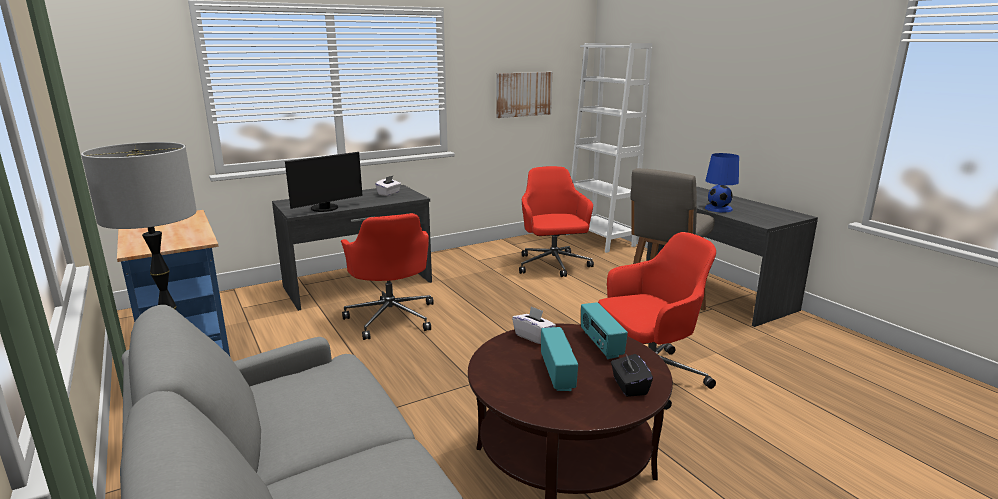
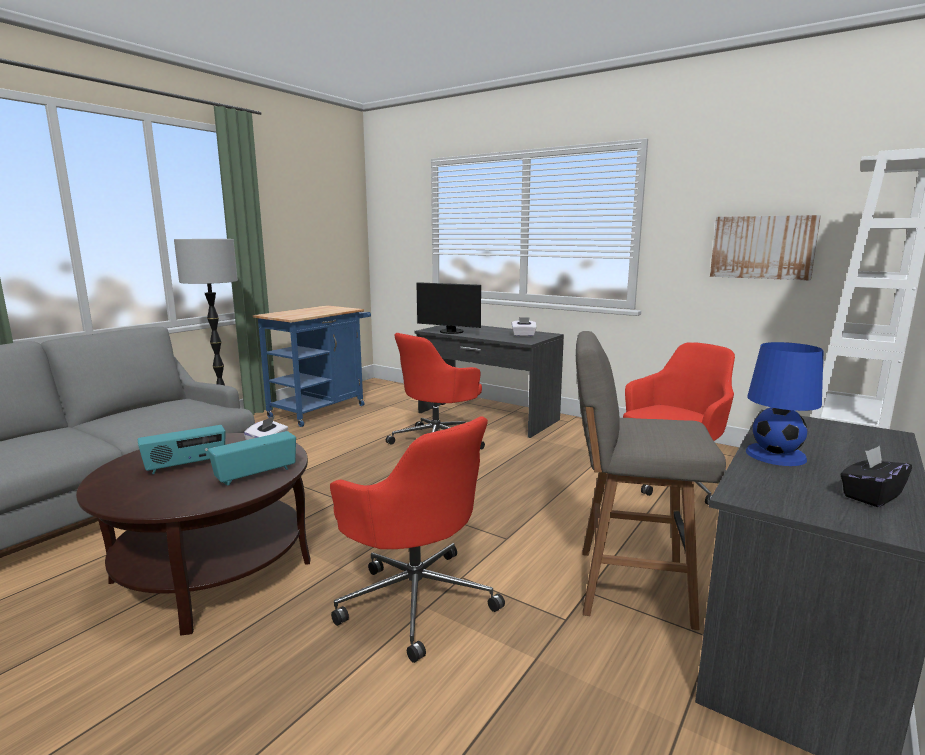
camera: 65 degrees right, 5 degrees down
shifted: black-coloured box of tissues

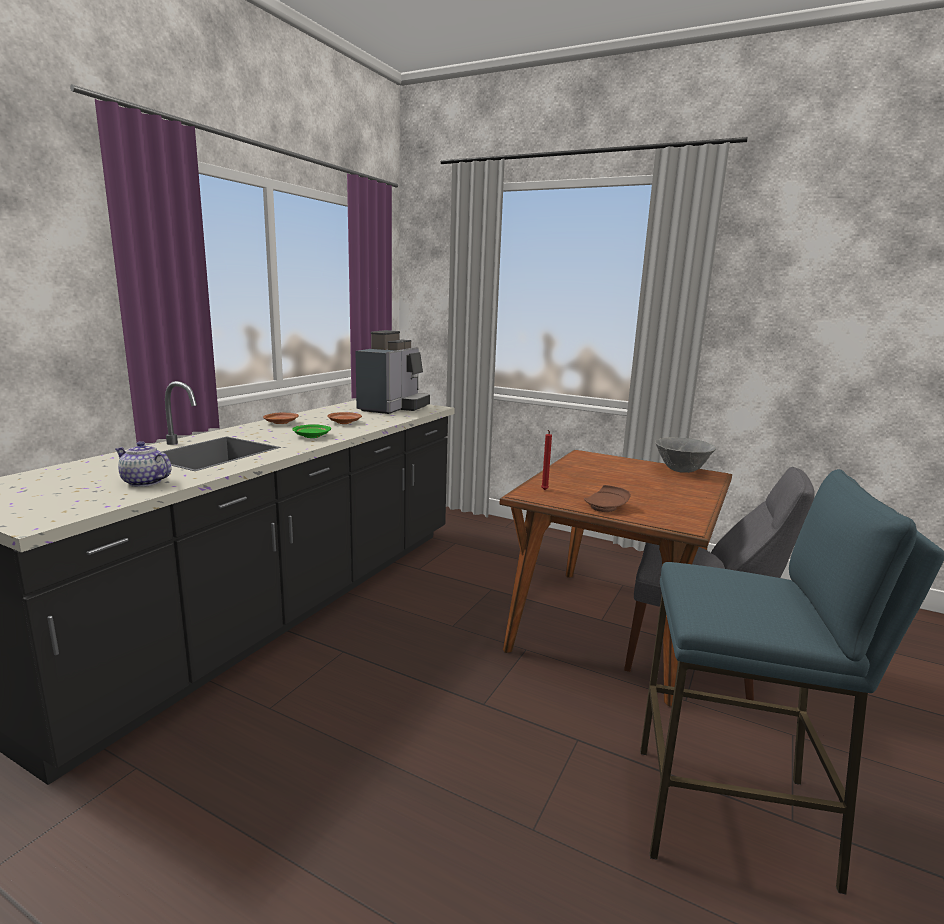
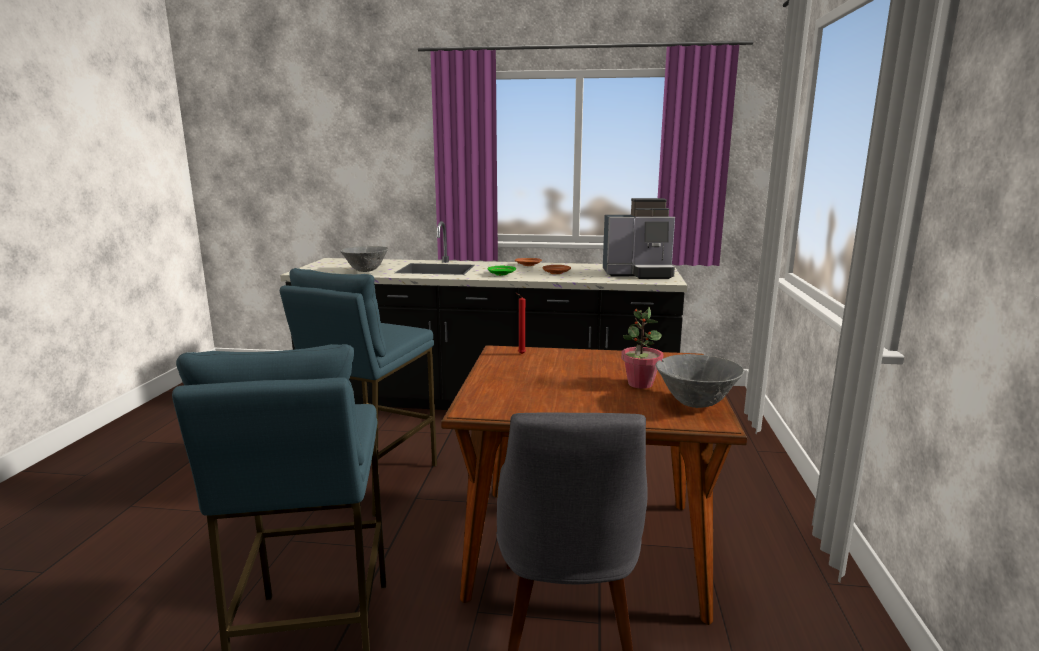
camera: 70 degrees right, 0 degrees up
gone: brown-coloured flat dish (no. 3 from left)
new: blue sitting stool (no. 2 from left); plant in a pot
swapped: tea pot to gray deep dish (no. 1 from left)

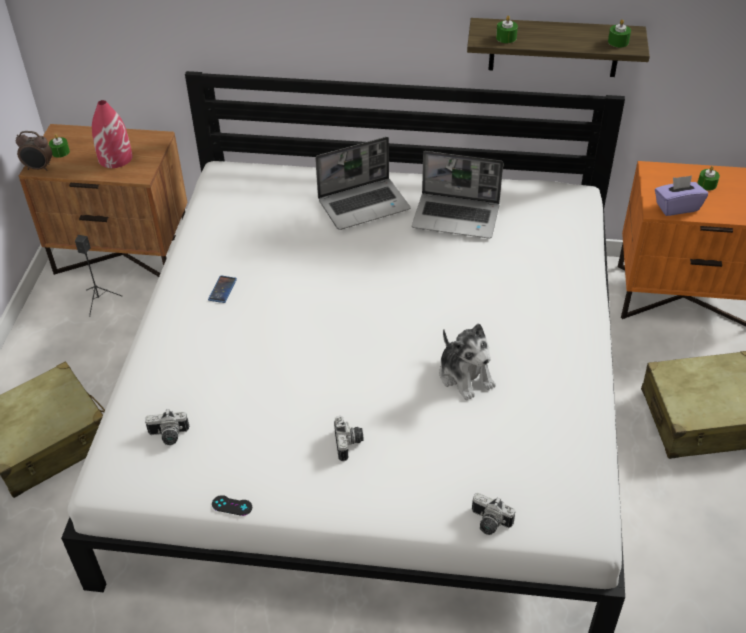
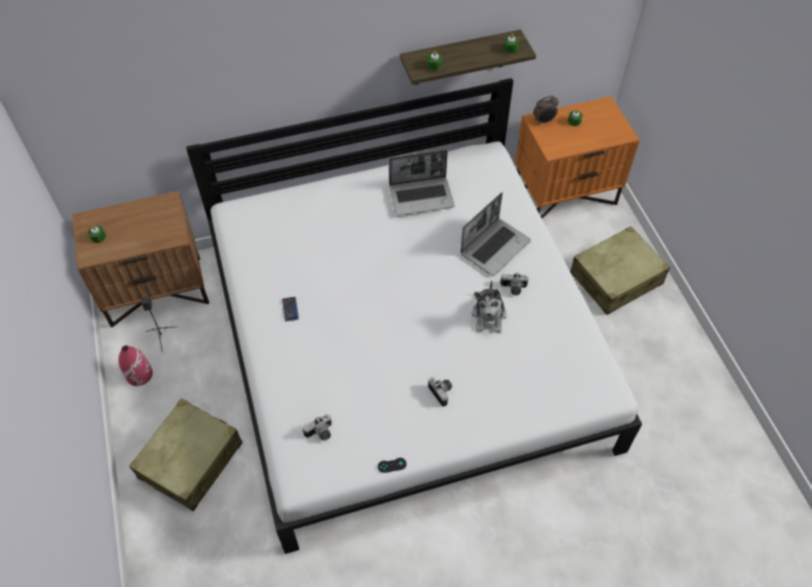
camera: 25 degrees left, 10 degrees up
gone: purple-coloured box of tissues
shifted: red-coloured flower vase; bedside clock; laptop (no. 1 from left in the first image) to laptop (no. 2 from left); photo camera (no. 3 from left)
rotated: cuddly toy 60 degrees clockwise

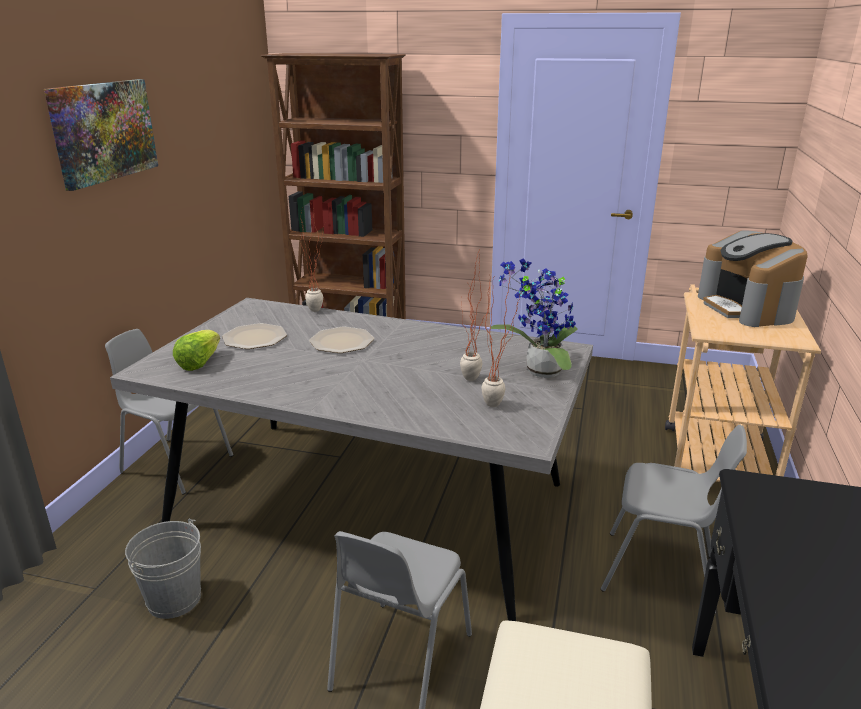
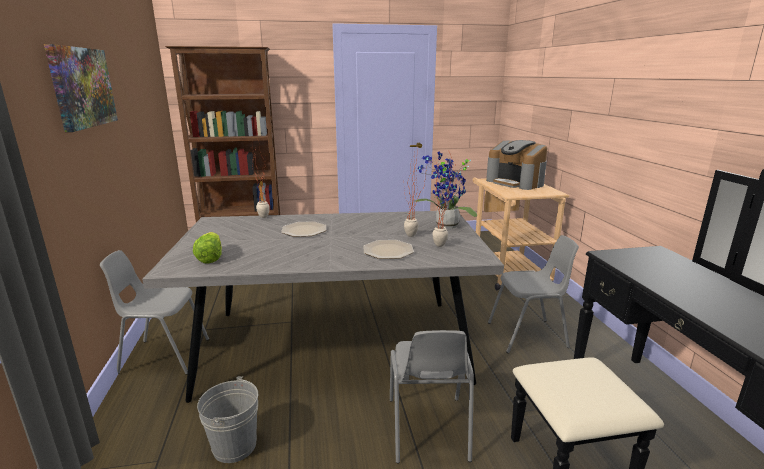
camera: 25 degrees left, 5 degrees down
shifted: flat dish (no. 1 from left in the first image) to flat dish (no. 2 from left)

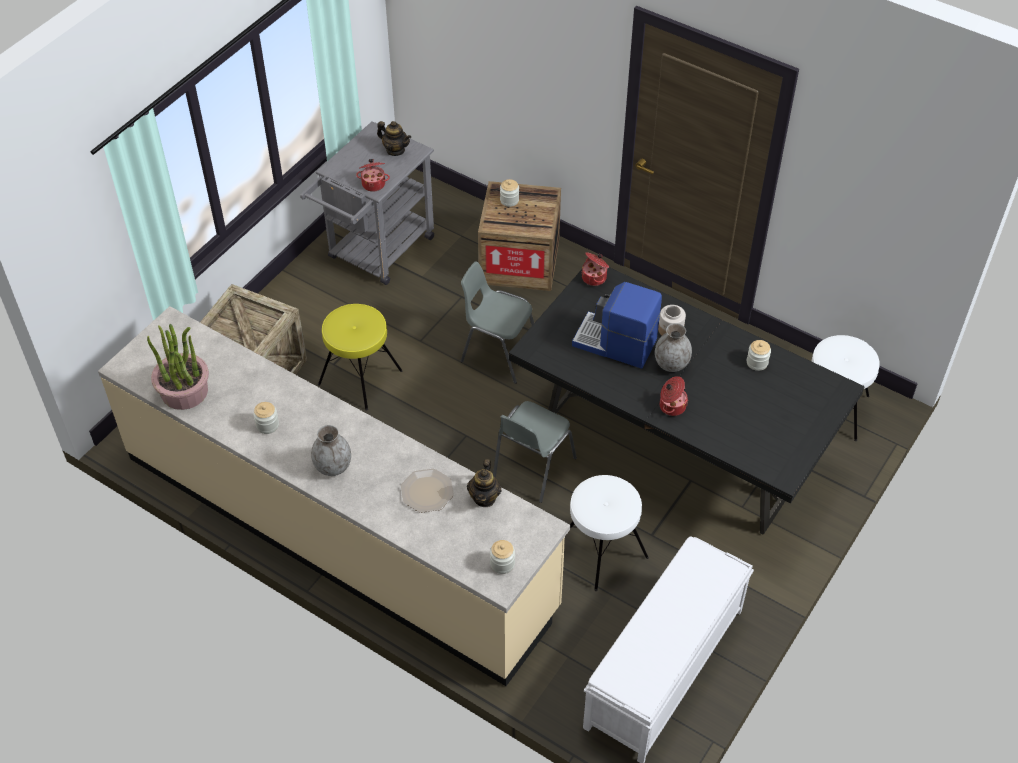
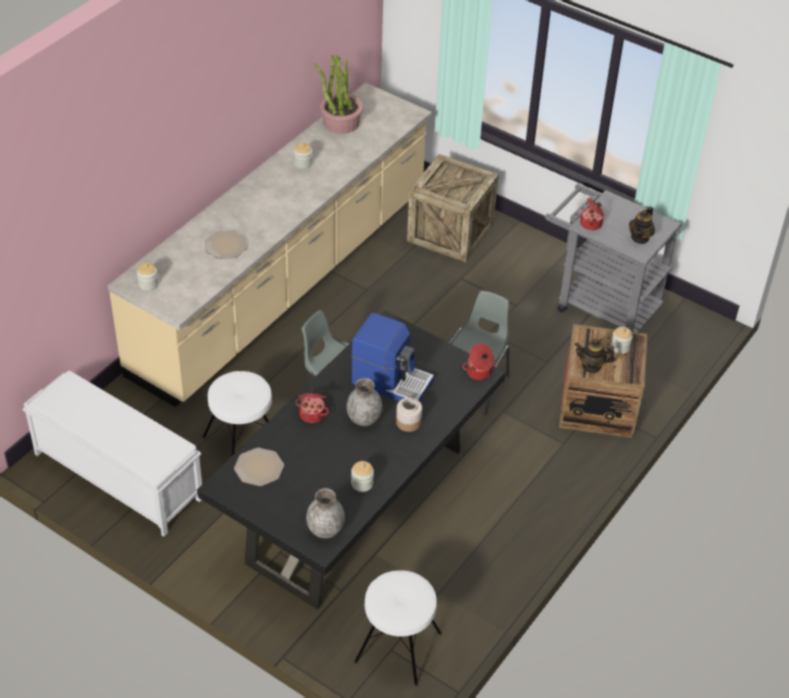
camera: 90 degrees right, 5 degrees down
gone: yellow-coloured sitting stool
new: flat dish (no. 2 from left)
shifted: gray flower vase (no. 1 from left); tea pot (no. 2 from left in the first image) to tea pot (no. 1 from left)
rotated: coffee maker 90 degrees clockwise

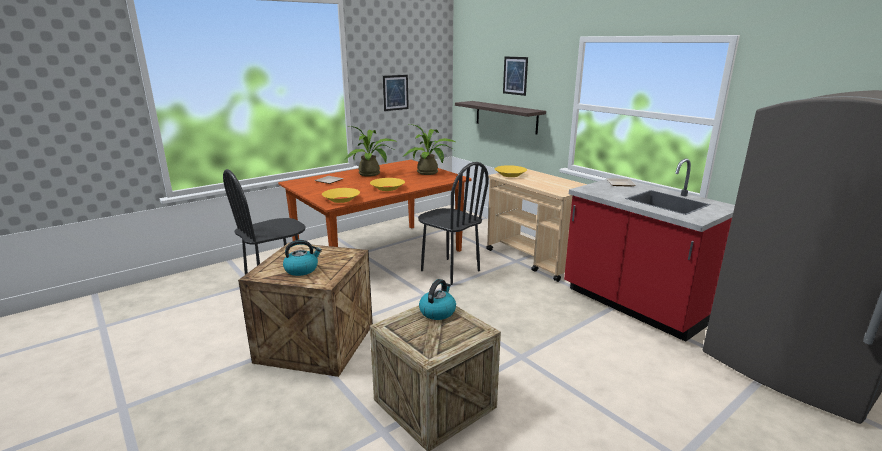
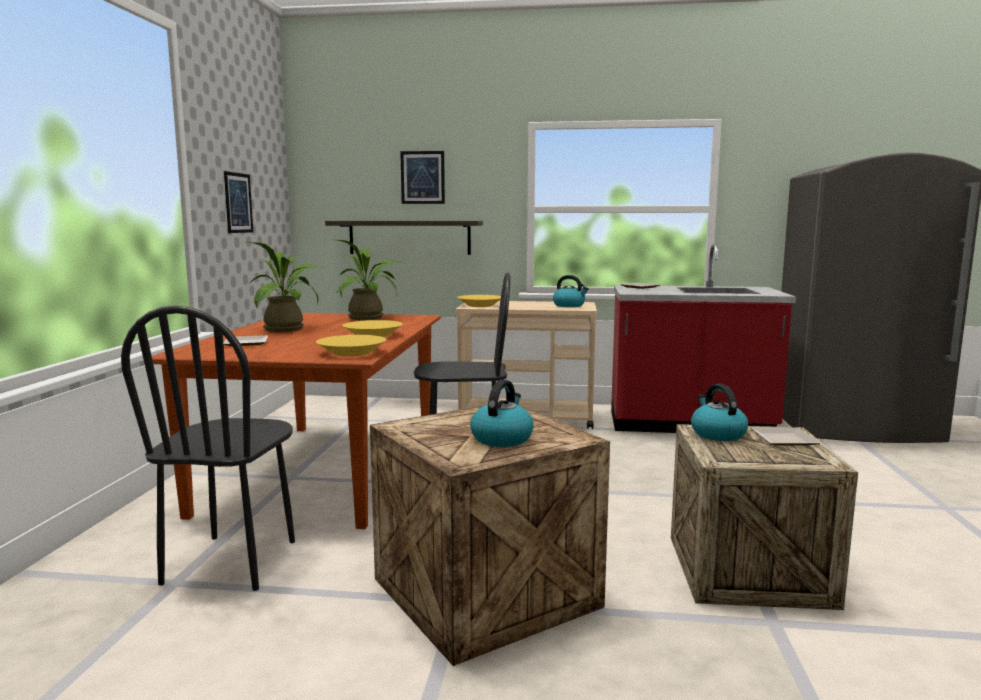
camera: 45 degrees left, 10 degrees down
new: tea kettle (no. 2 from left); flat dish (no. 3 from left)

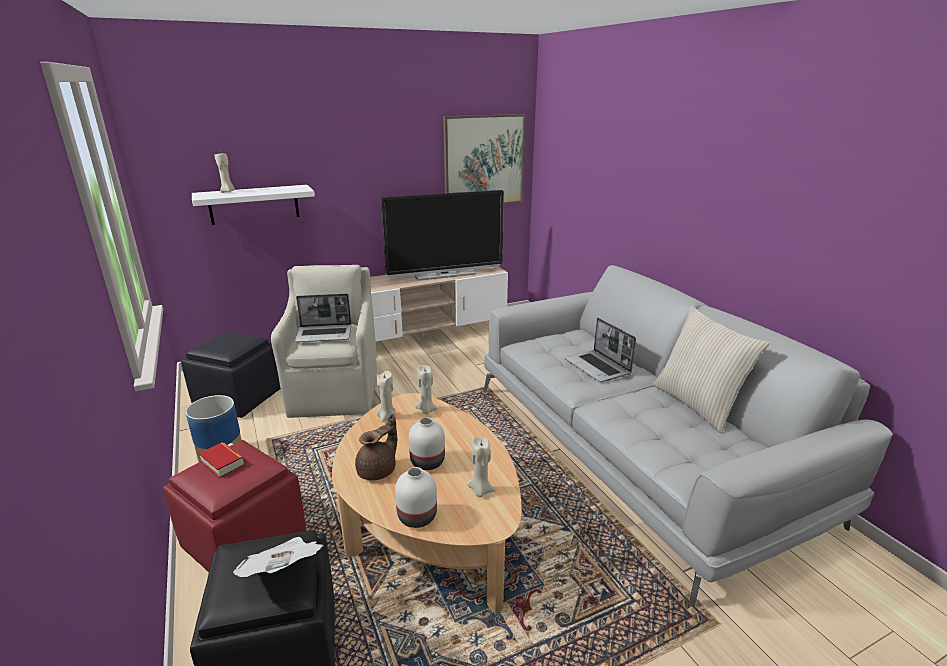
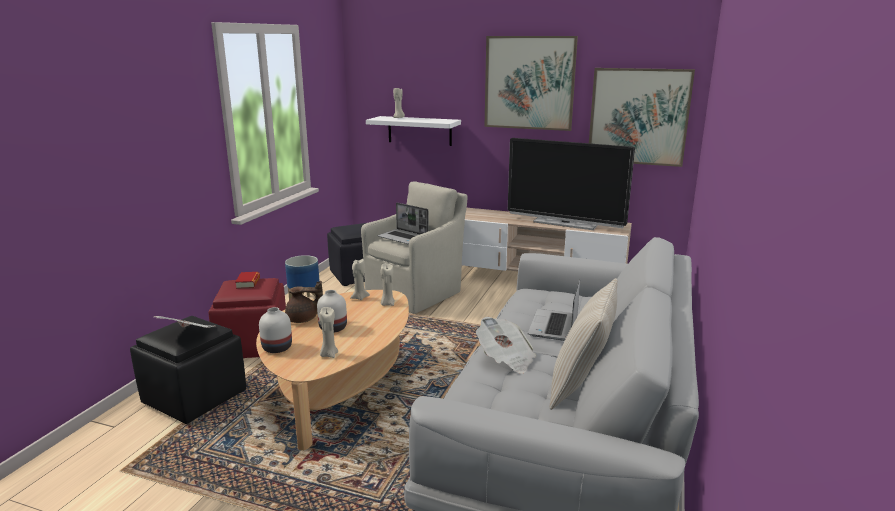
camera: 45 degrees right, 5 degrees down
new: picture (no. 1 from left); printed paper (no. 2 from left)

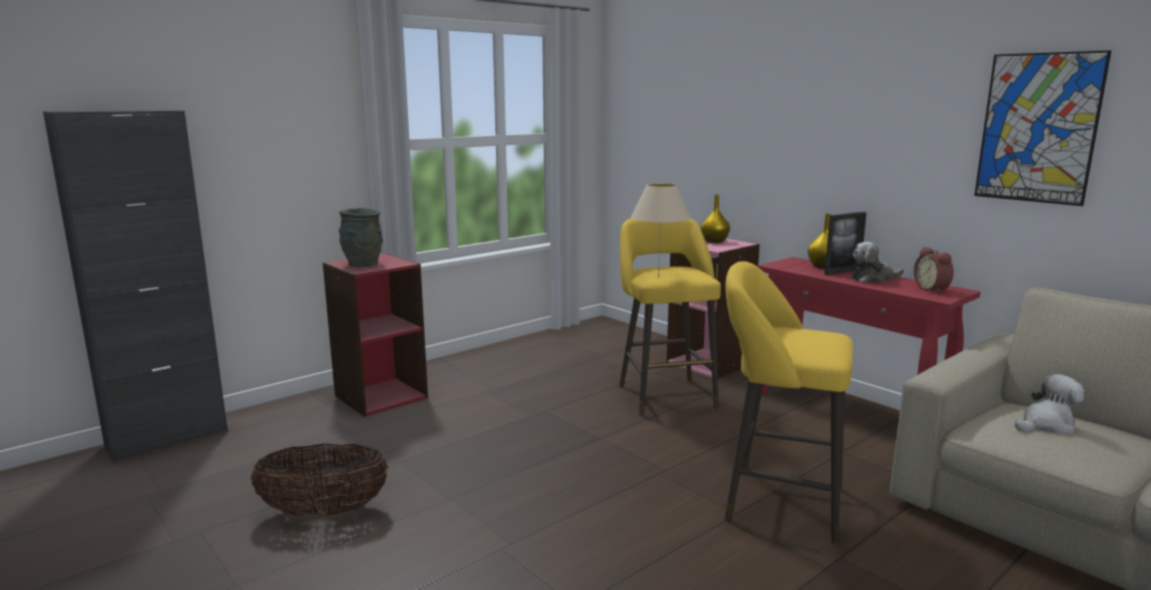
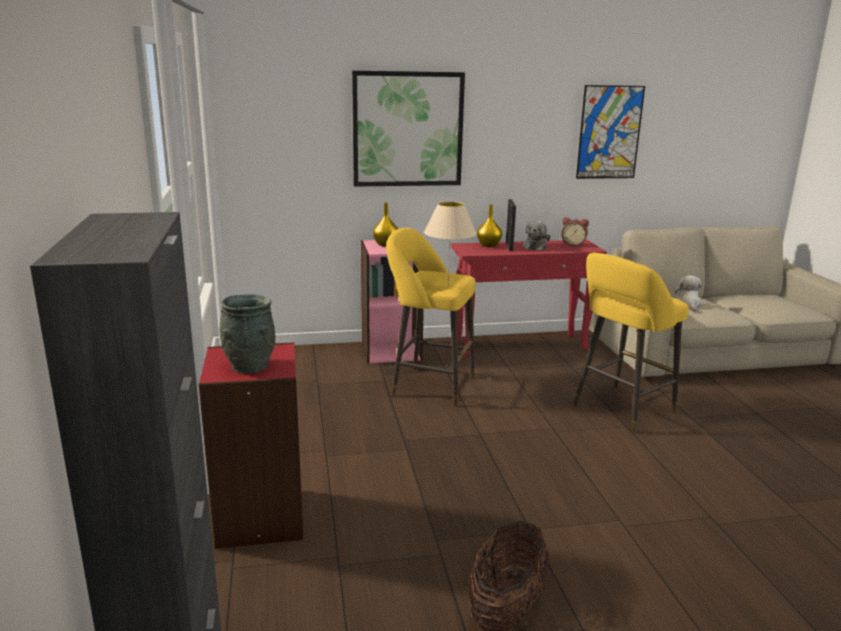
camera: 60 degrees left, 5 degrees up
new: picture (no. 1 from left)

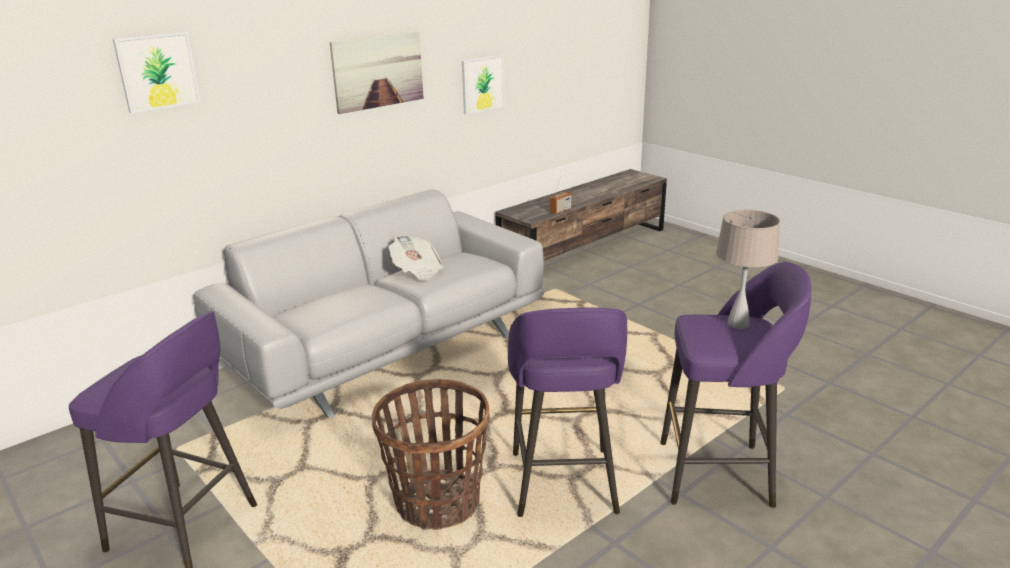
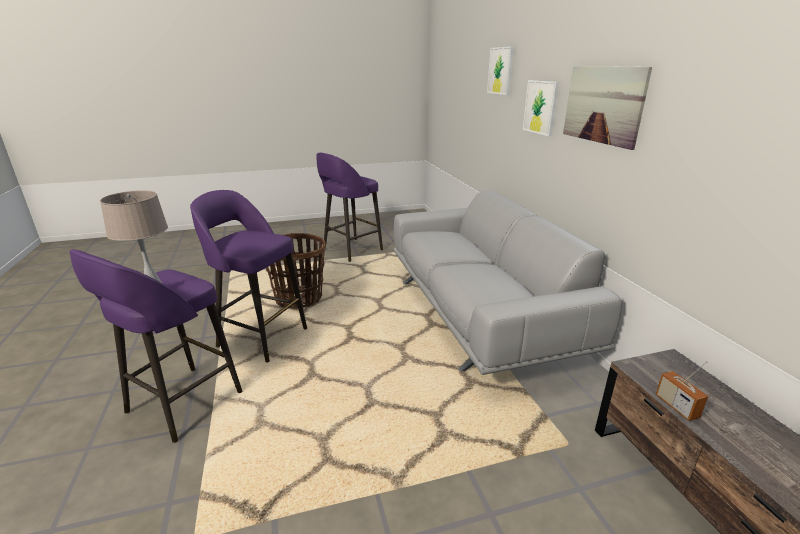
camera: 115 degrees right, 0 degrees up
gone: printed paper
shifted: picture (no. 3 from left in the first image) to picture (no. 2 from left)

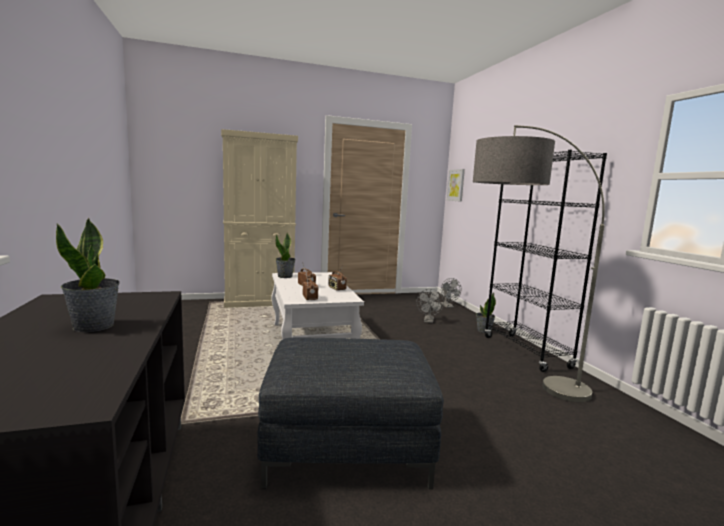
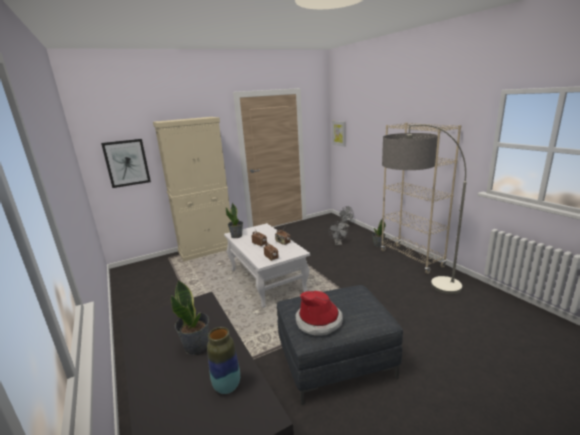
camera: 10 degrees left, 10 degrees up
new: picture (no. 1 from left); clothing hat; flower vase
repainted: black-coloured shelving unit to beige shelving unit

